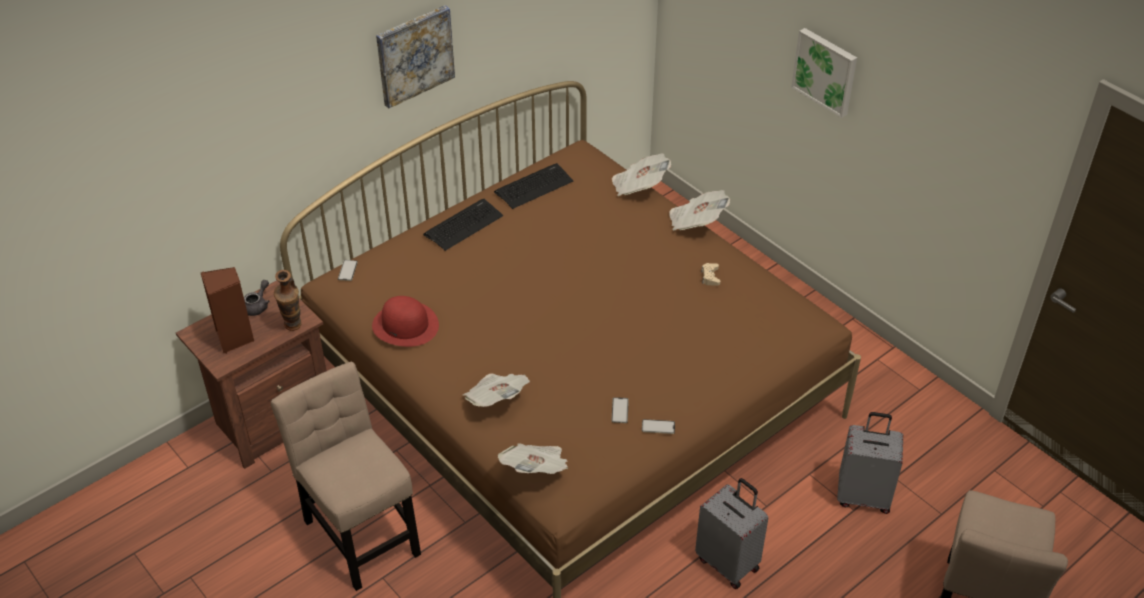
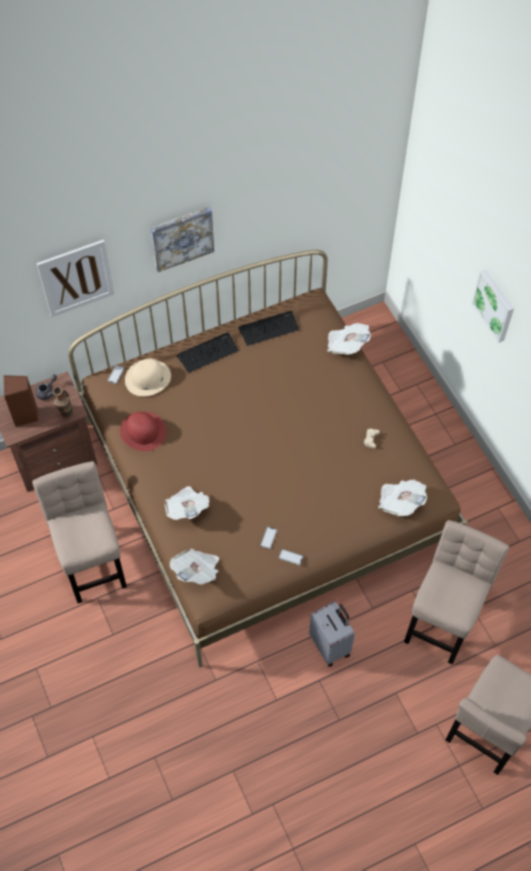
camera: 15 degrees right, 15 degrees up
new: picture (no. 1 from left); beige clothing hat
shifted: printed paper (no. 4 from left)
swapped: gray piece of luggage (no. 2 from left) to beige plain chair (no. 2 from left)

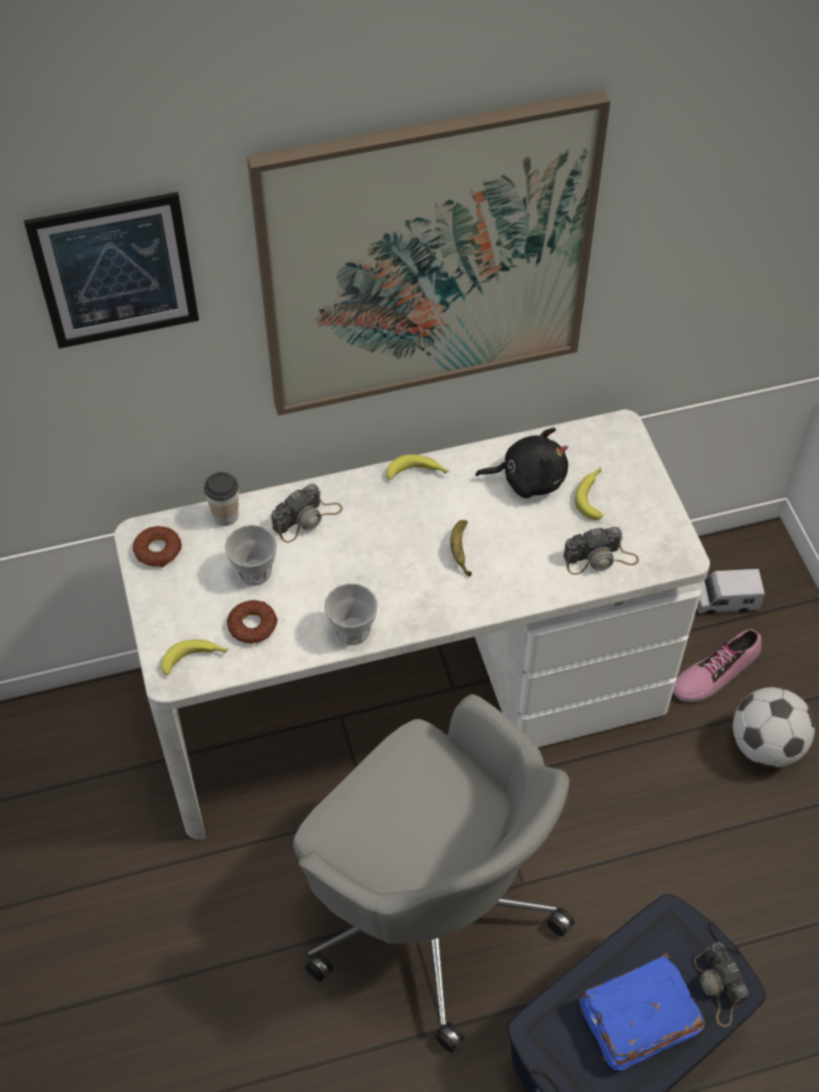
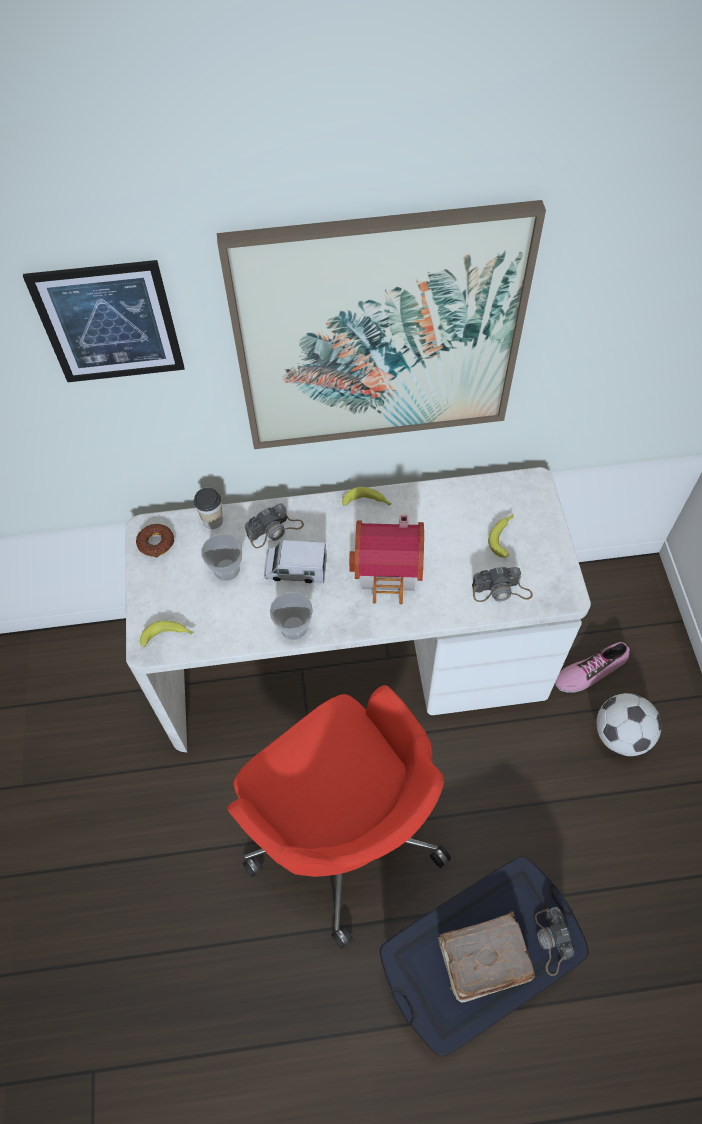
camera: 10 degrees right, 5 degrees up
gone: black-coloured cuddly toy; ring doughnut (no. 2 from left)
shifted: model truck
swapped: banana fruit (no. 3 from left) to model house
repainted: gray office chair to red-coloured office chair; blue volume to brown-coloured volume

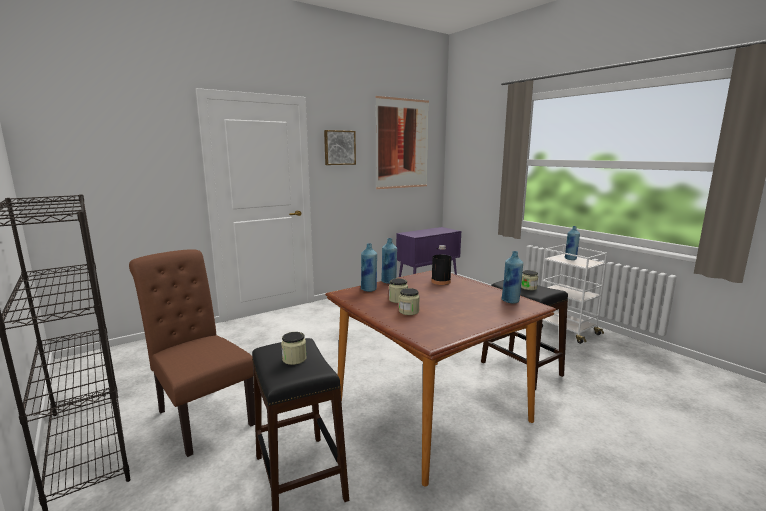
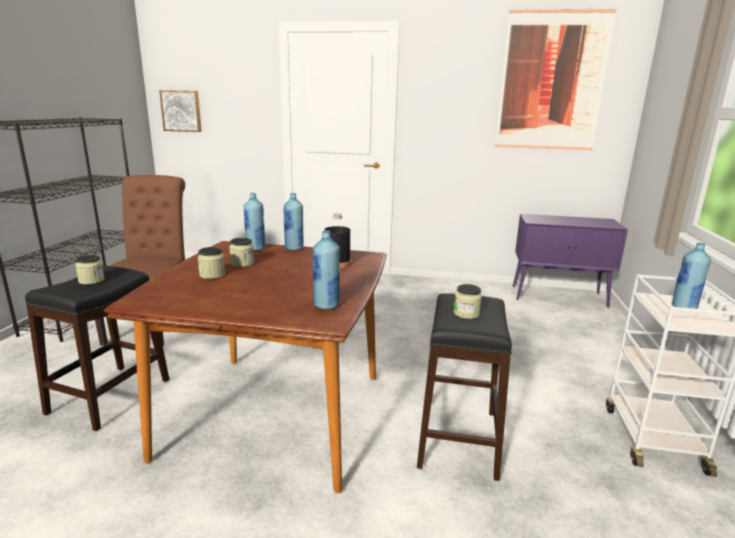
camera: 45 degrees right, 5 degrees up
shifted: picture (no. 1 from left)

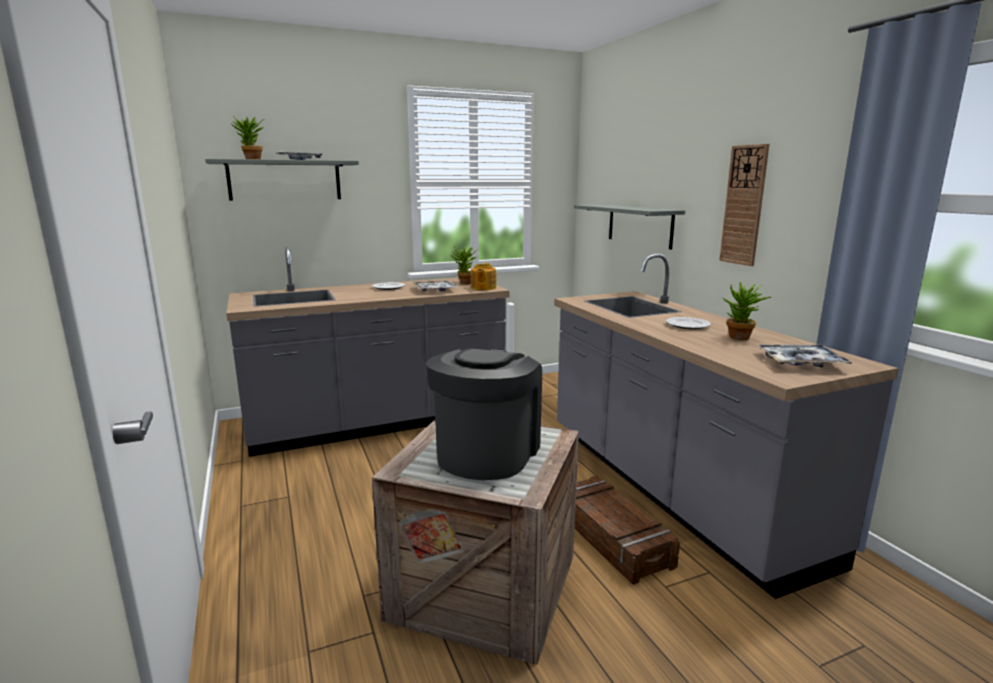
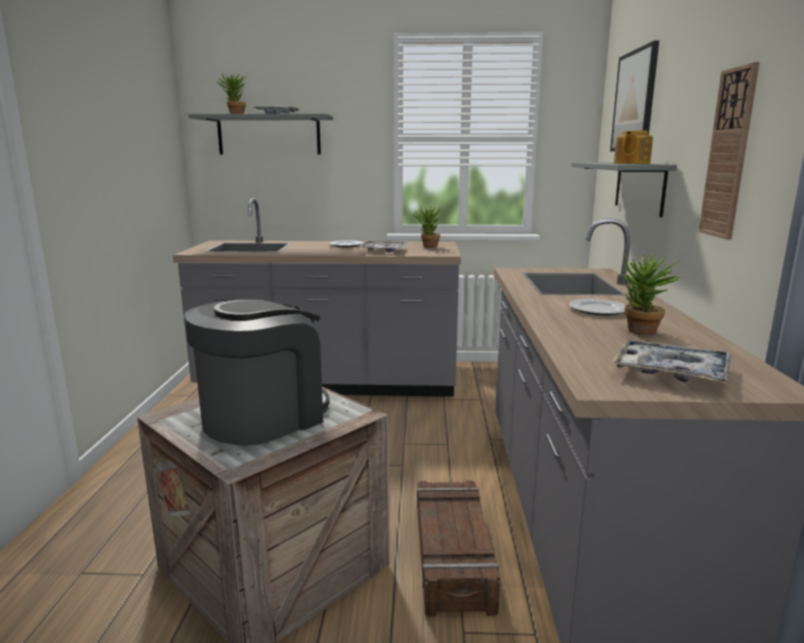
camera: 25 degrees right, 0 degrees up
new: picture
shifted: tea pot

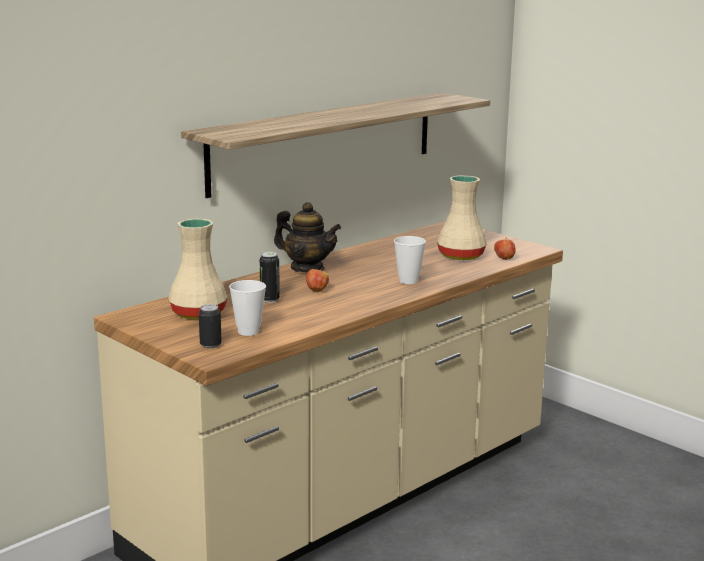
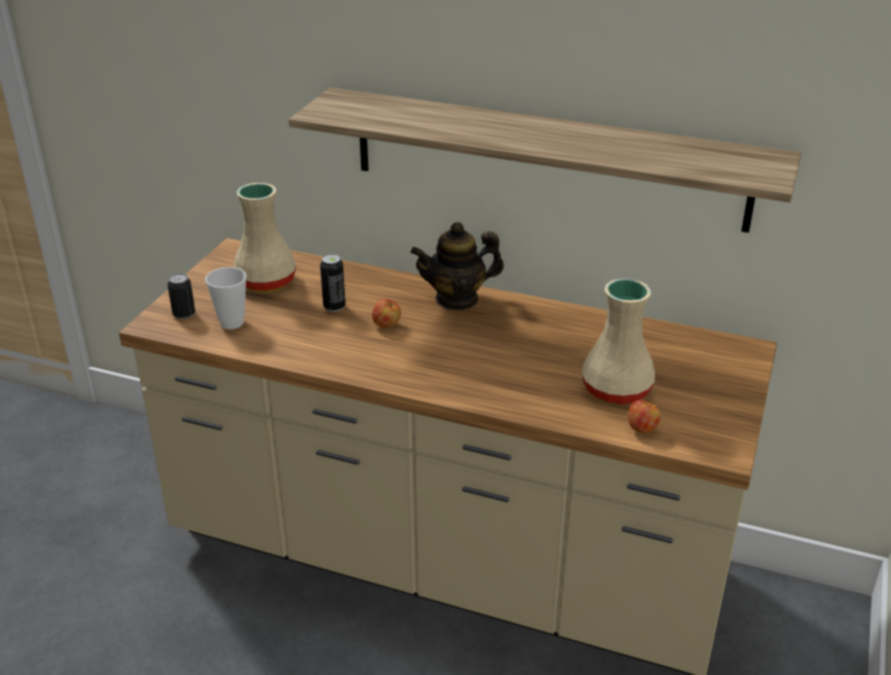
camera: 65 degrees right, 15 degrees up
gone: drinking cup (no. 2 from left)
rotated: tea pot 75 degrees clockwise

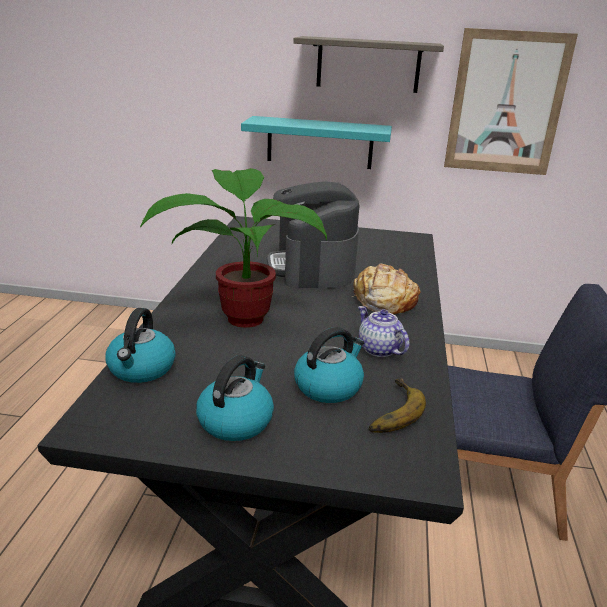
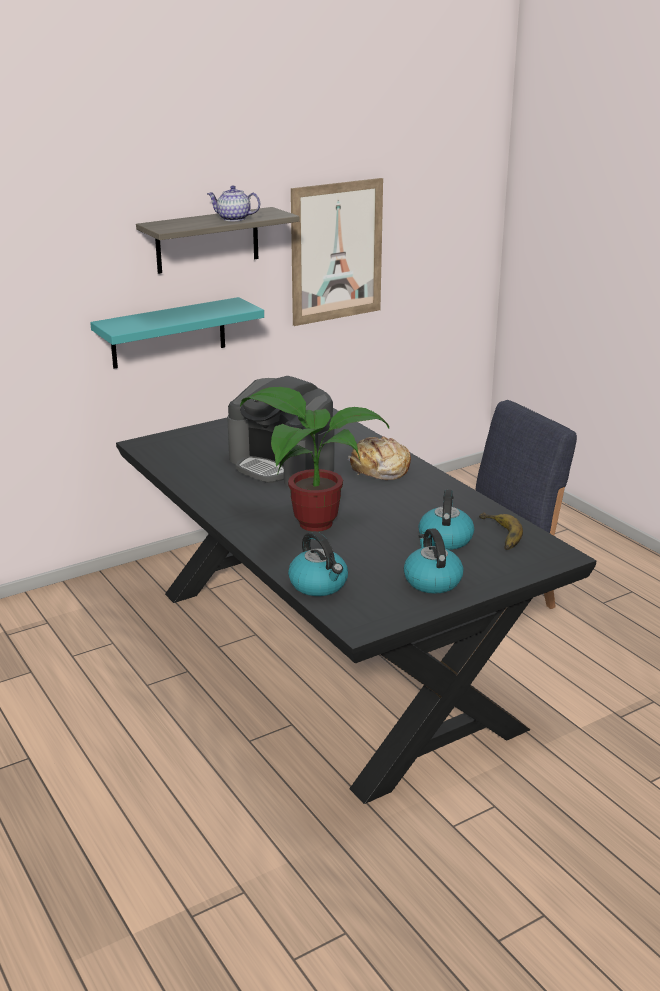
camera: 40 degrees left, 0 degrees up
shifted: tea pot

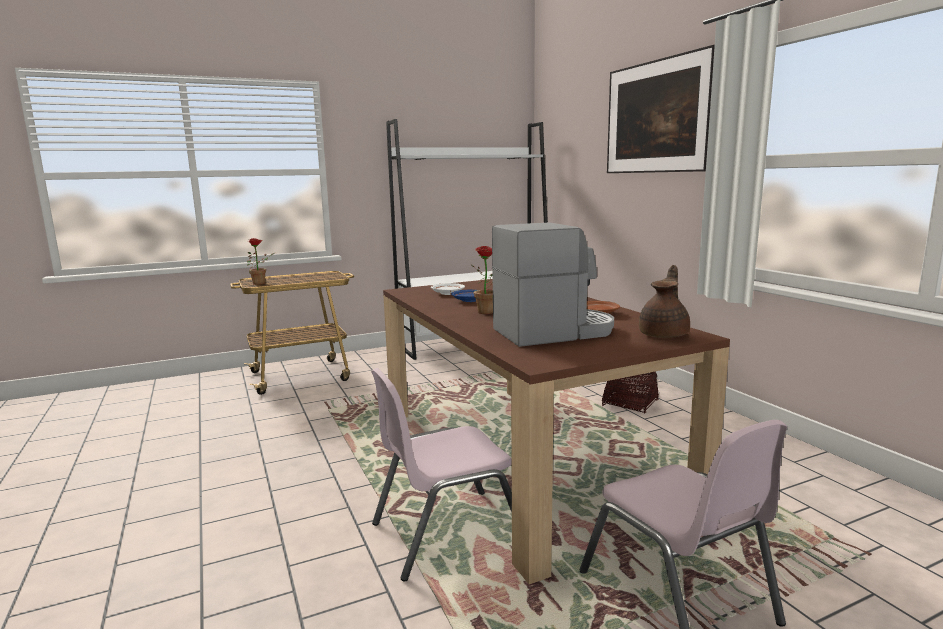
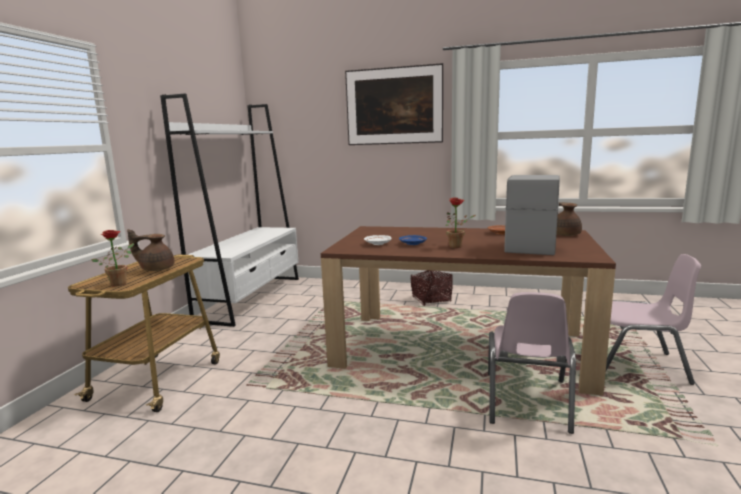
camera: 50 degrees left, 0 degrees up
new: brown-coloured tea pot (no. 1 from left)

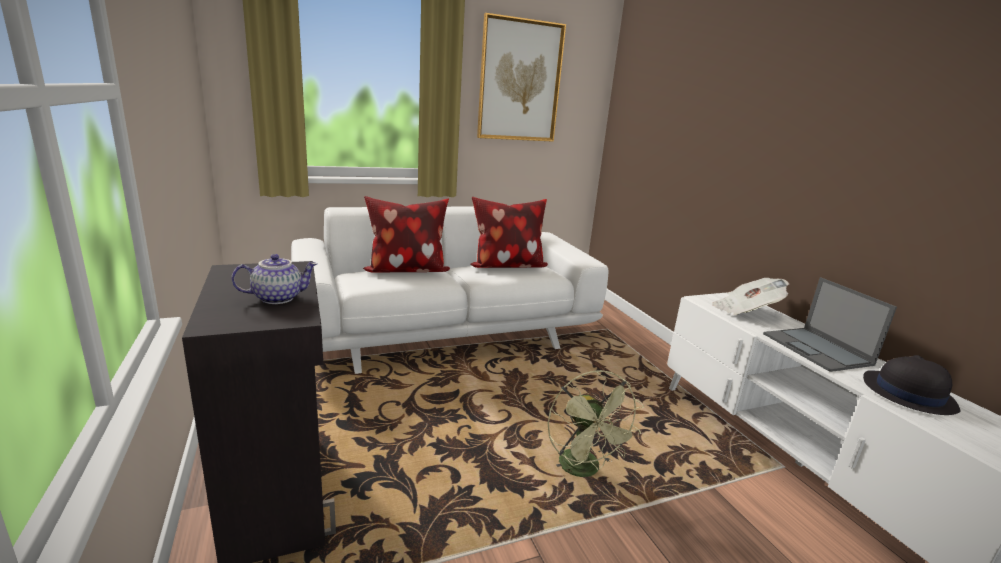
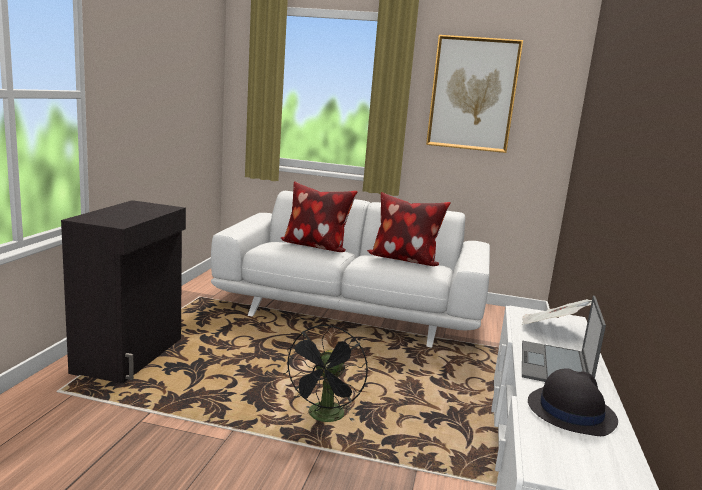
camera: 35 degrees right, 5 degrees down
gone: tea pot
repainted: green-coloured electric fan to black-coloured electric fan

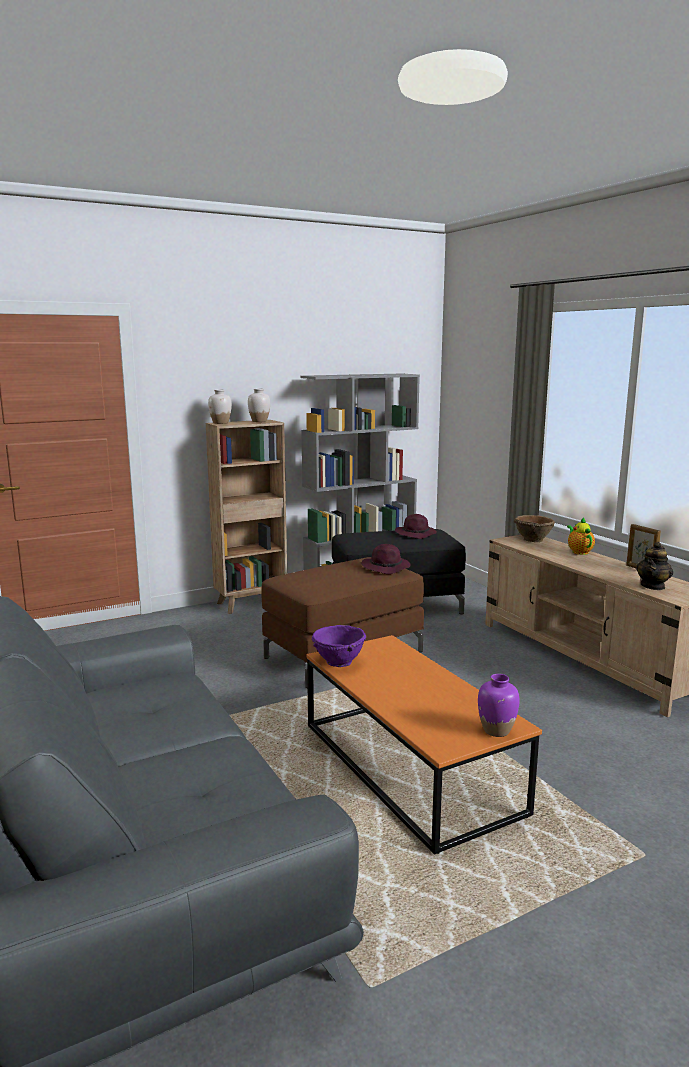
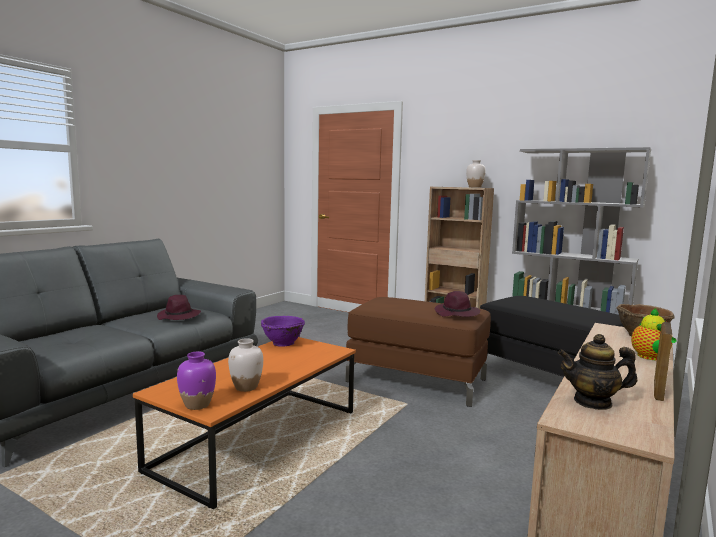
camera: 60 degrees right, 5 degrees down
shifted: white-coloured flower vase (no. 1 from left); purple-coloured clothing hat (no. 2 from left in the first image) to purple-coloured clothing hat (no. 1 from left)
rotated: tea pot (no. 1 from left in the first image) 135 degrees clockwise

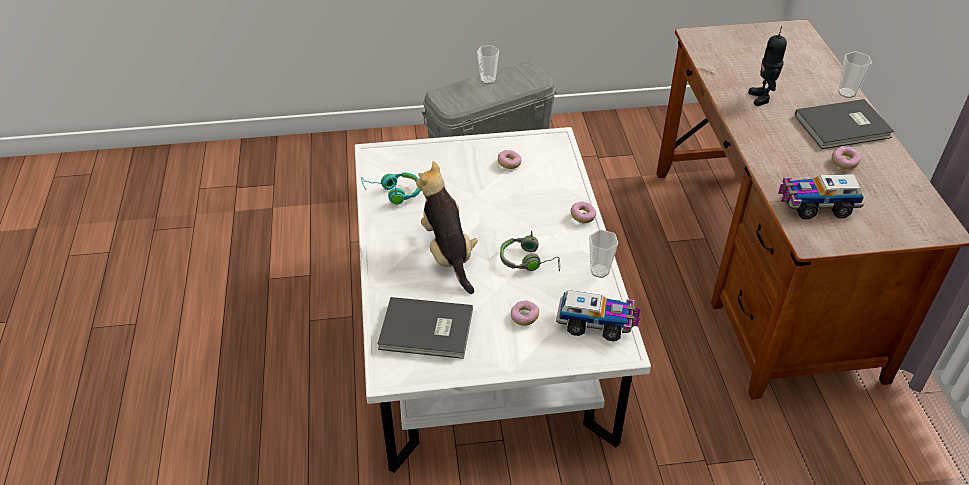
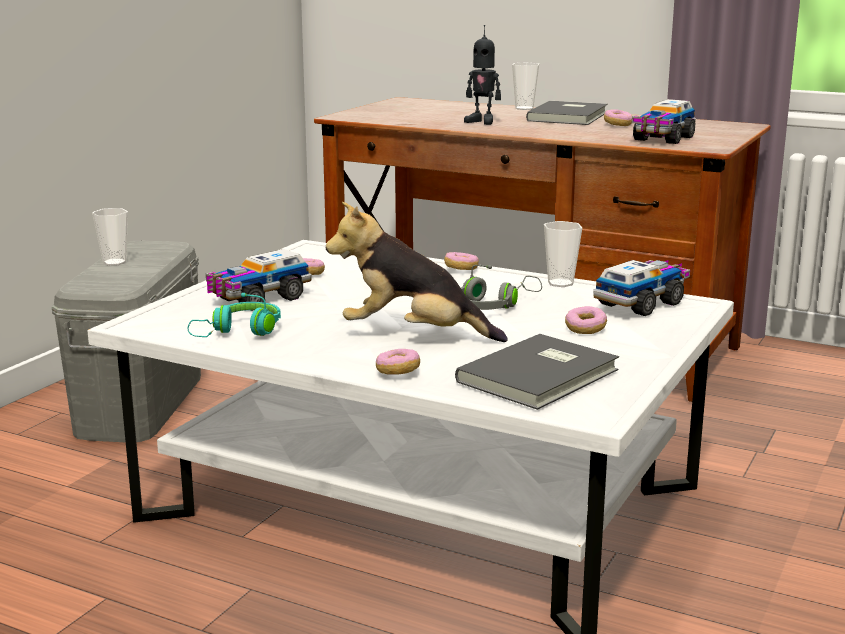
camera: 55 degrees left, 25 degrees down
new: model truck (no. 1 from left); ring doughnut (no. 2 from left)

